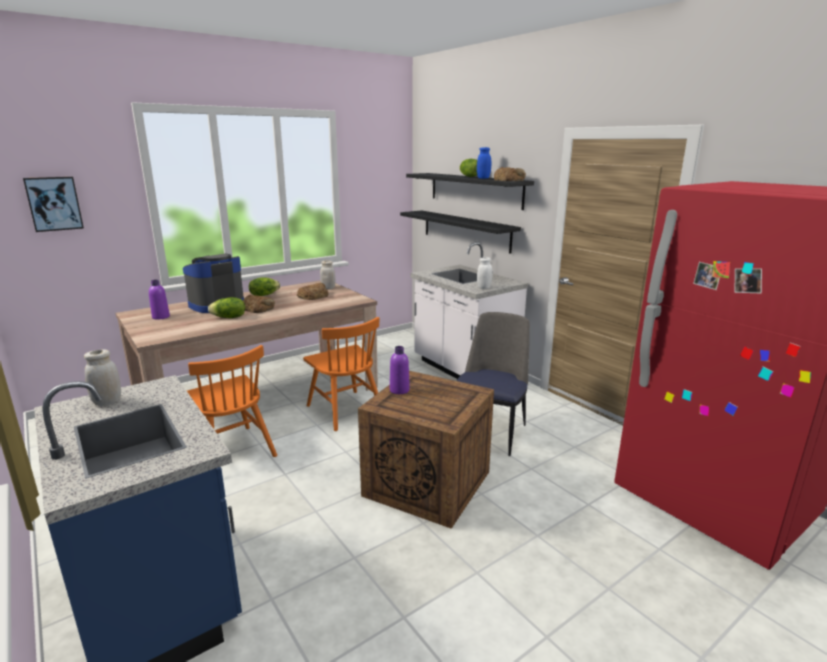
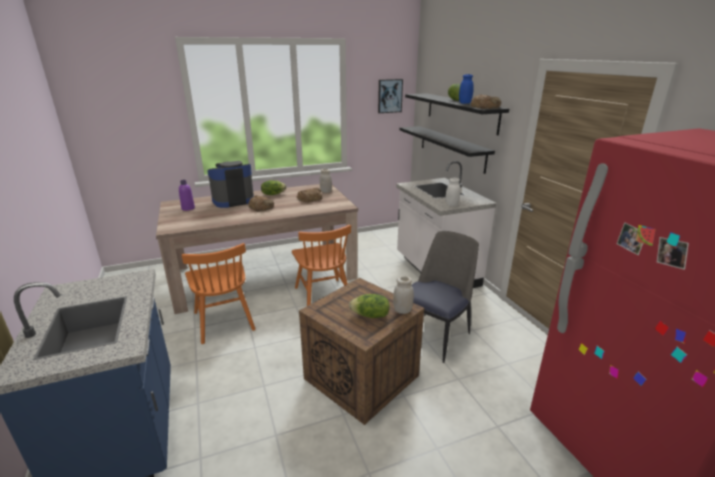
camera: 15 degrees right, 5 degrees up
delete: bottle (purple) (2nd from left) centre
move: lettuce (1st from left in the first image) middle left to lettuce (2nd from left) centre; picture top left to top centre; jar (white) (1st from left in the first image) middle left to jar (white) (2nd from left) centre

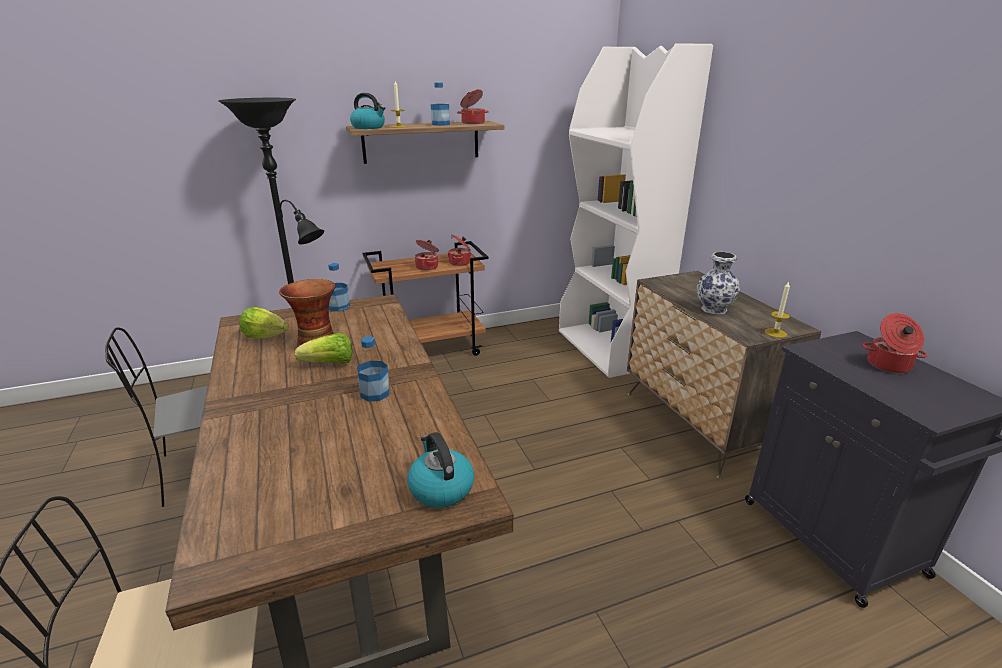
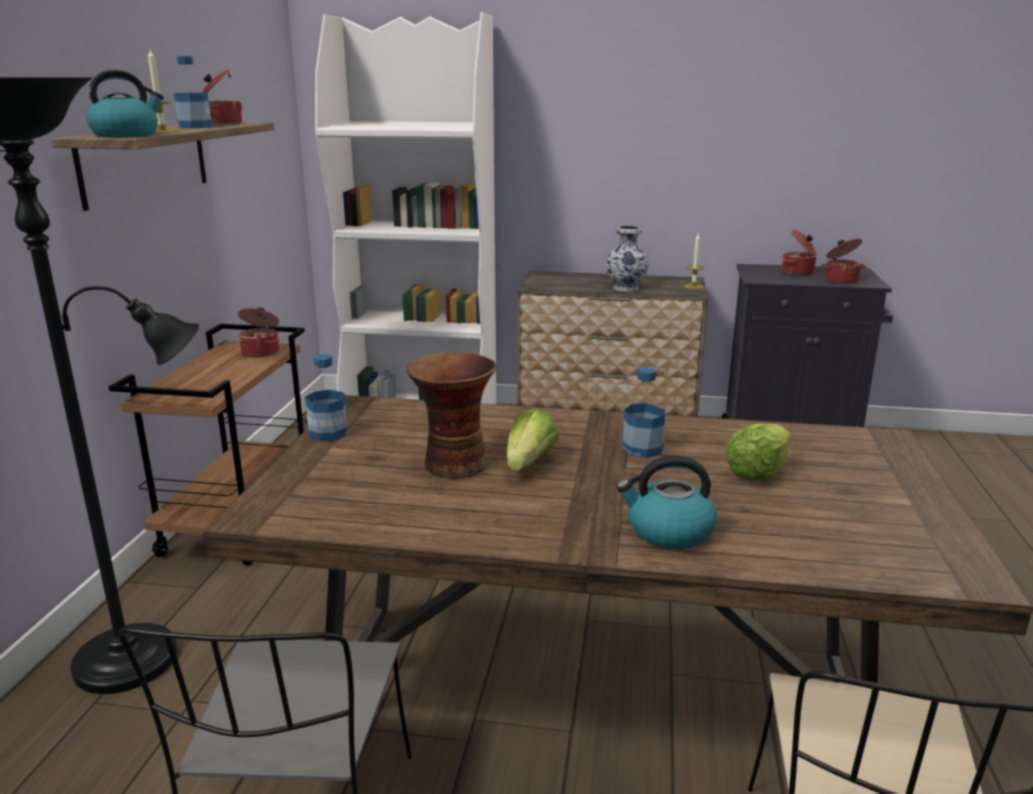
camera: 60 degrees left, 5 degrees down
move: kettle (2nd from left) bottom centre to centre; lettuce (1st from left in the first image) middle left to lettuce (2nd from left) middle right; cooking pot (1st from left in the first image) centre to cooking pot (4th from left) top right

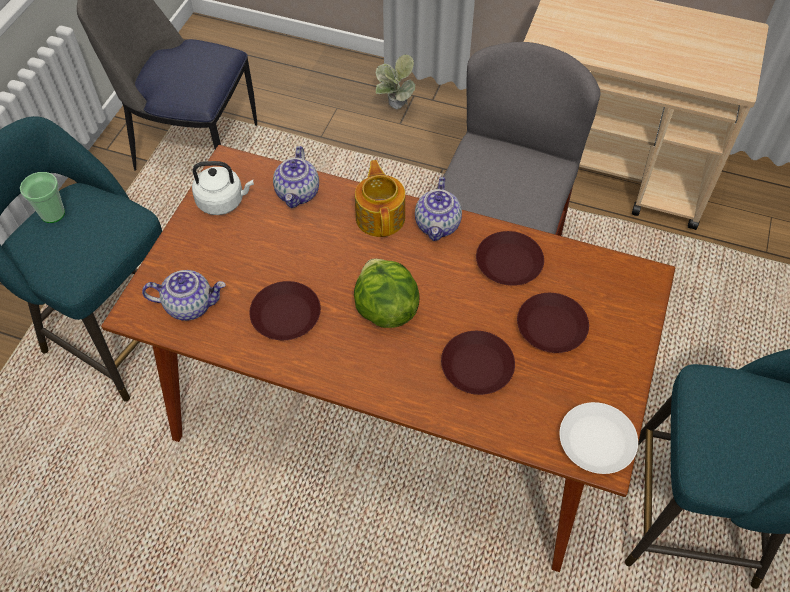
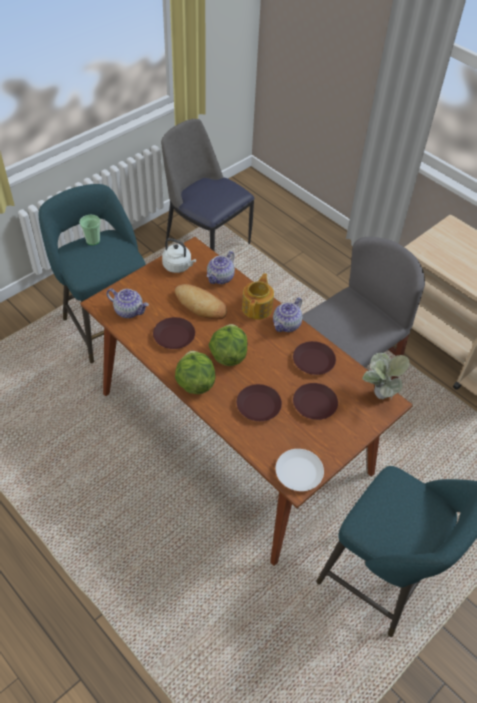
camera: 25 degrees right, 5 degrees down
insert: bread centre; lettuce (1st from left) centre
move: potted plant top centre to middle right

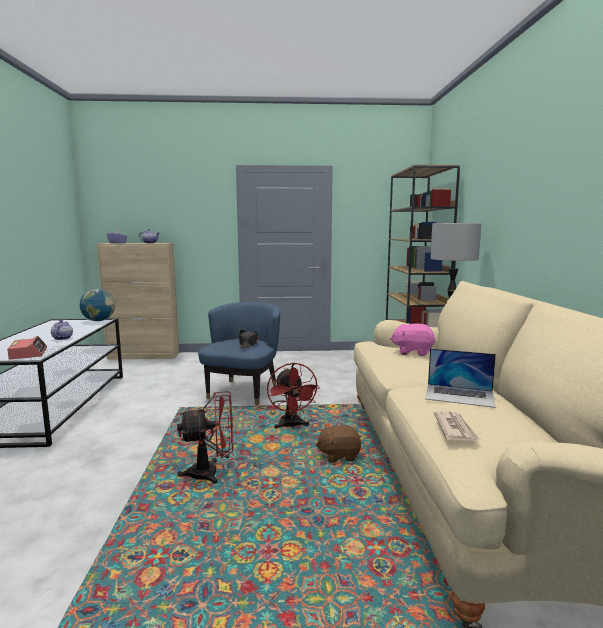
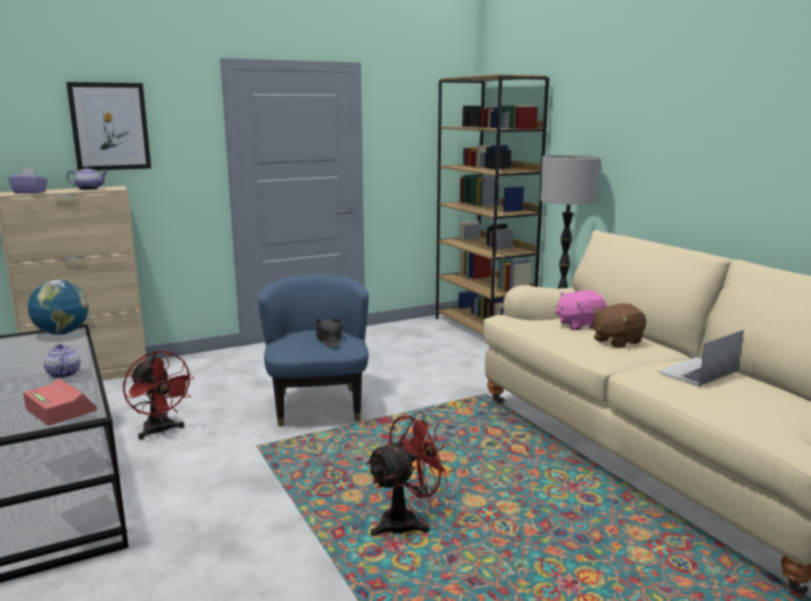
camera: 25 degrees left, 5 degrees up
delete: newspaper bottom right
insert: picture top left
move: fan (red) (2nd from left in the first image) centre to fan (red) (1st from left) middle left; plush toy (brown) bottom centre to middle right
rotate: laptop middle right = middle right 150 degrees clockwise

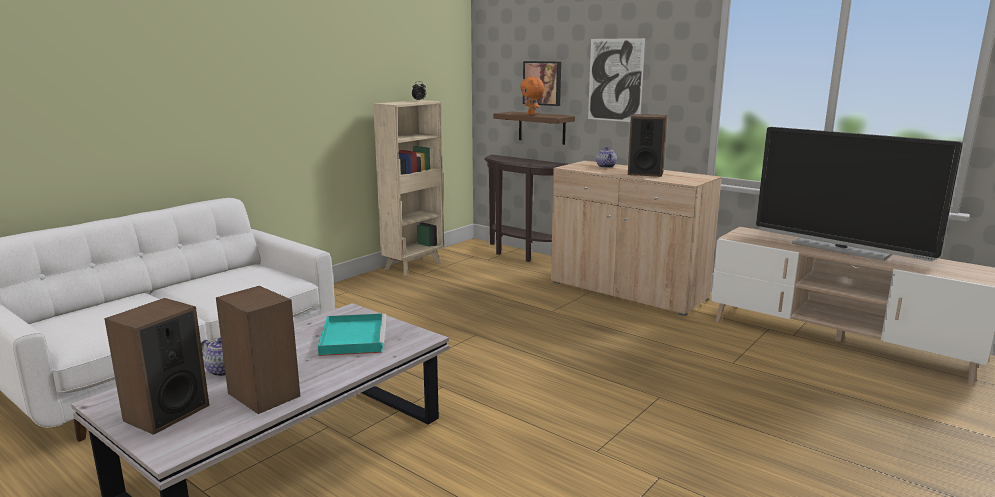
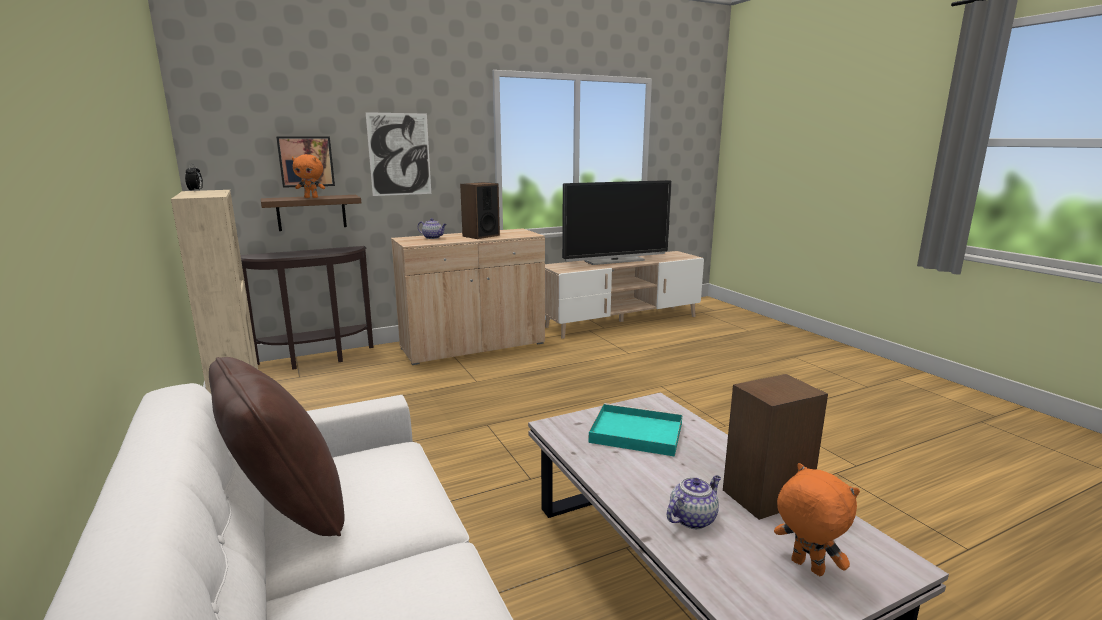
camera: 65 degrees left, 0 degrees up
insert: pillow (brown) bottom left
replace: speaker (1st from left) bottom left to plush toy (orange) (2nd from left) bottom right

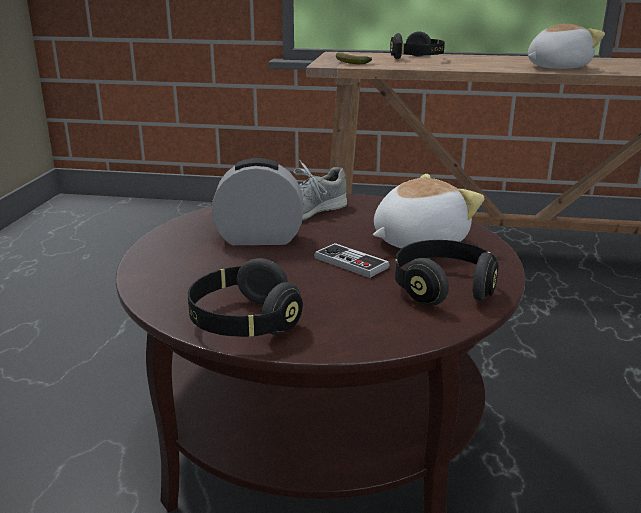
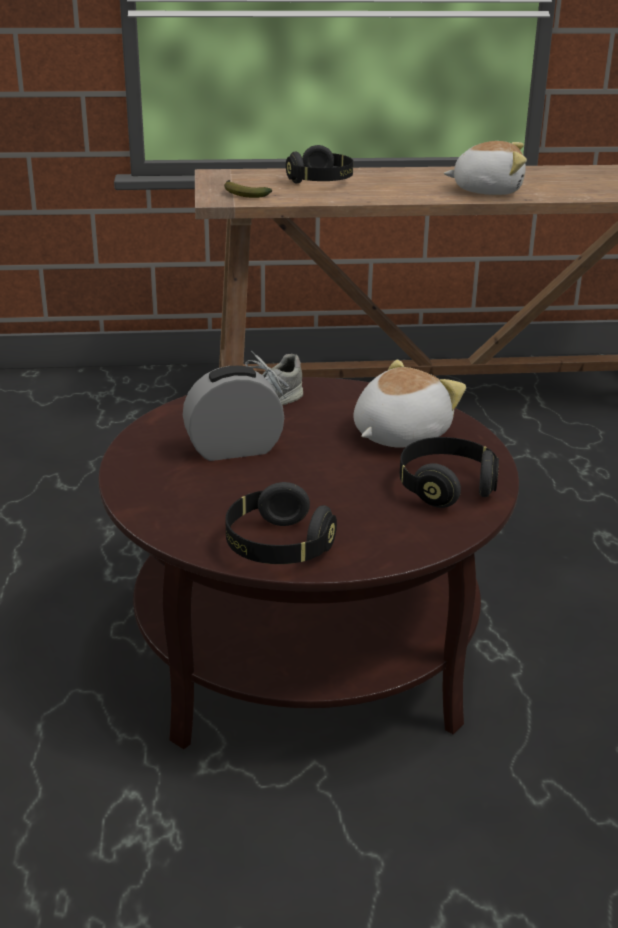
camera: 15 degrees left, 5 degrees up
delete: game controller centre
rotate: plush toy (2nd from left) top right = top right 45 degrees clockwise

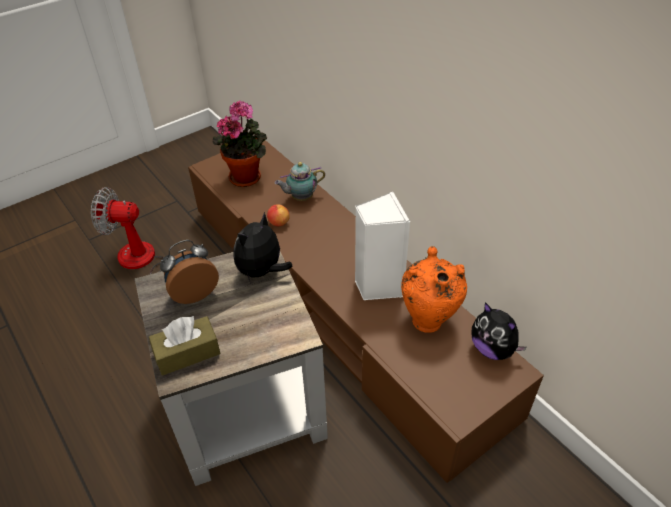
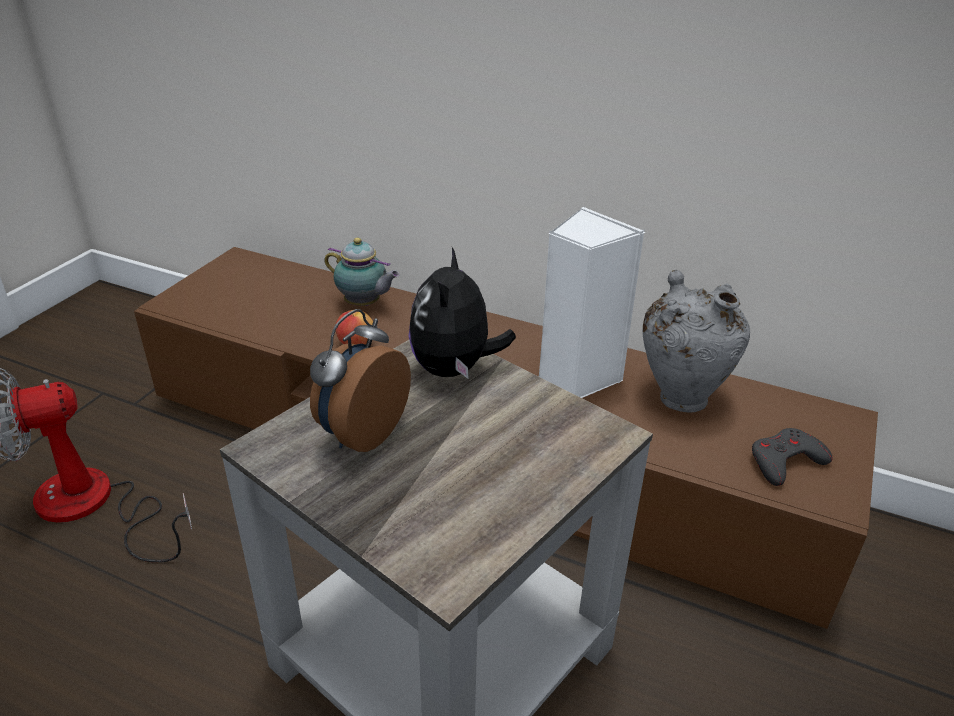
camera: 30 degrees left, 10 degrees down
delete: tissue box (brown) bottom left; potted plant top centre; plush toy (2nd from left) middle right
insert: game controller (grey) middle right
recolor: vase (orange) centre to vase (grey) middle right
rotate: teapot centre = centre 105 degrees counterclockwise

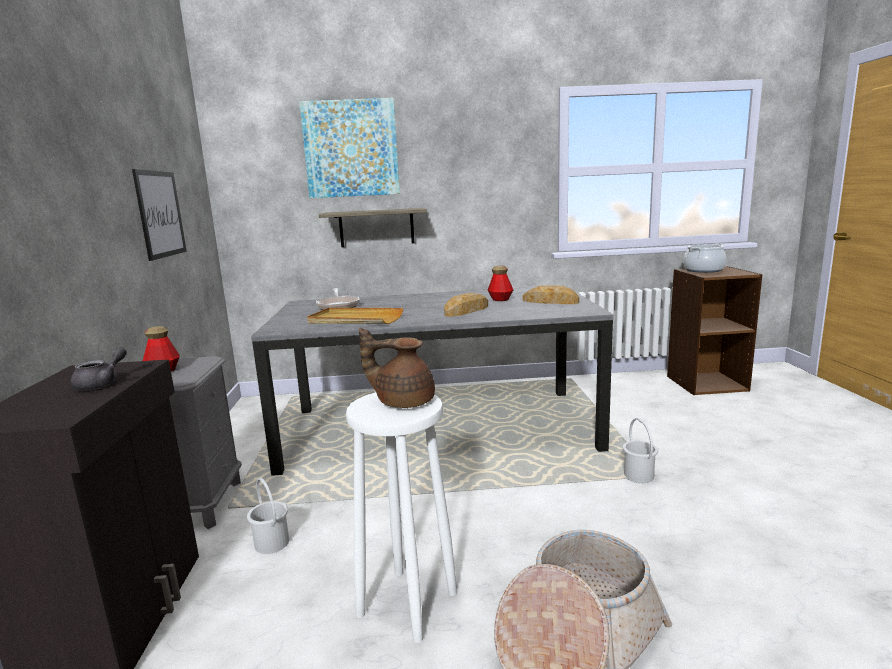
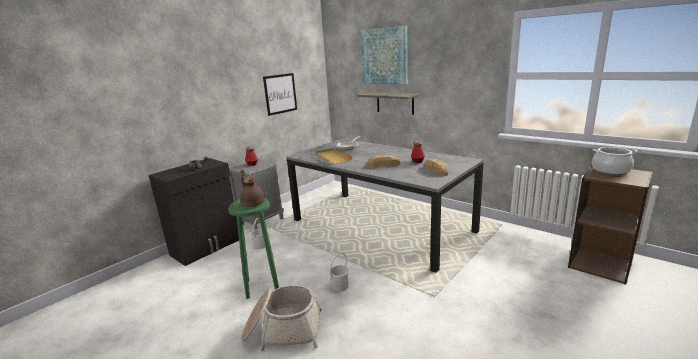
camera: 45 degrees right, 5 degrees up
move: bucket (white) (2nd from left) bottom right to bottom centre
recolor: stool (white) bottom centre to stool (green) bottom centre

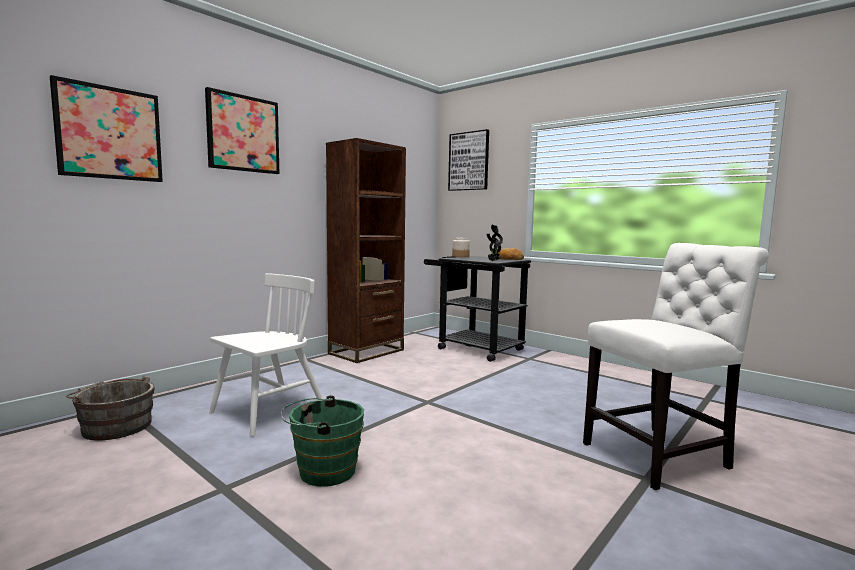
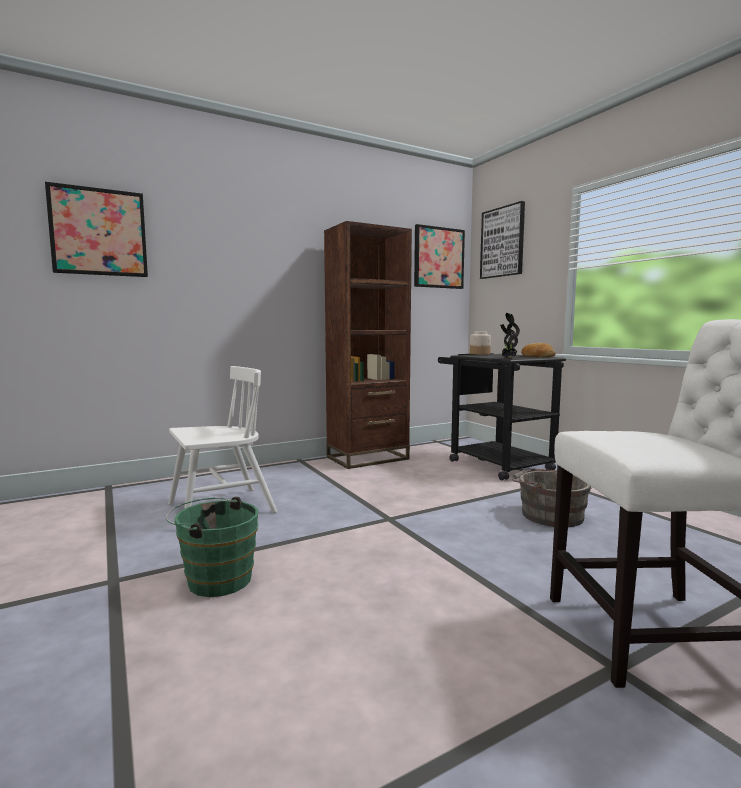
camera: 20 degrees right, 0 degrees up
move: picture (2nd from left) top left to top centre; bucket (grey) bottom left to middle right

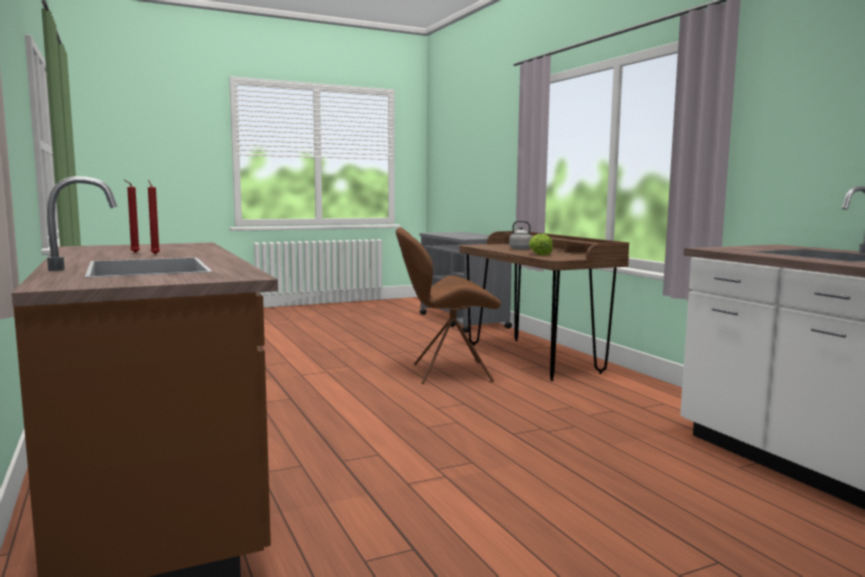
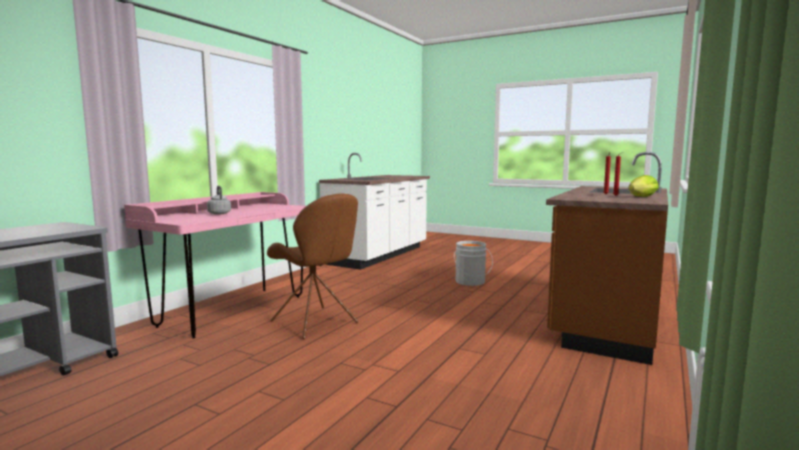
camera: 125 degrees left, 0 degrees up
insert: bucket (grey) centre
move: lettuce centre to middle right
recolor: desk (brown) centre to desk (pink) middle left

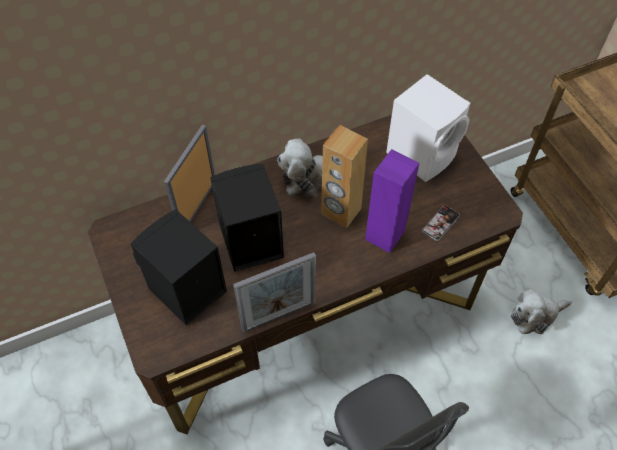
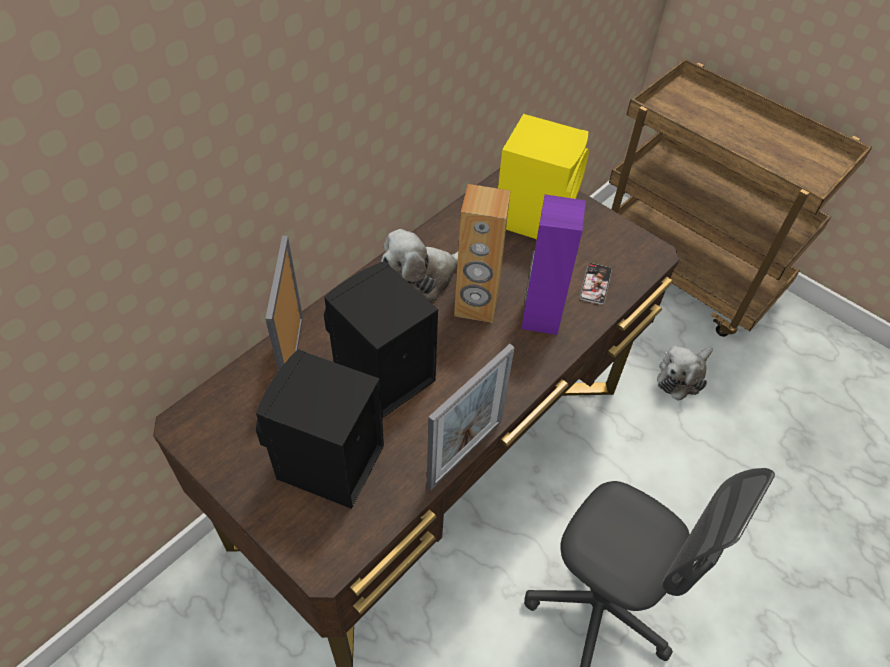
camera: 25 degrees left, 5 degrees down
recolor: speaker (white) top right to speaker (yellow) top centre

